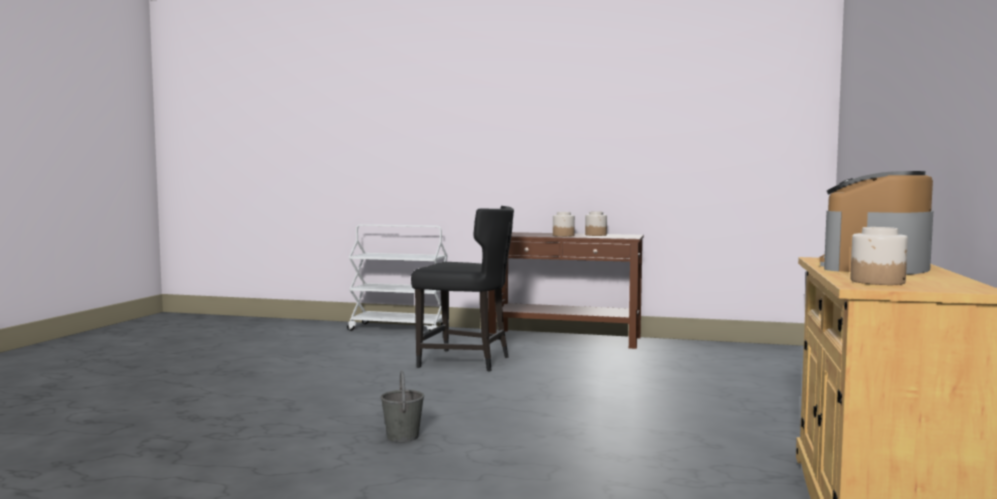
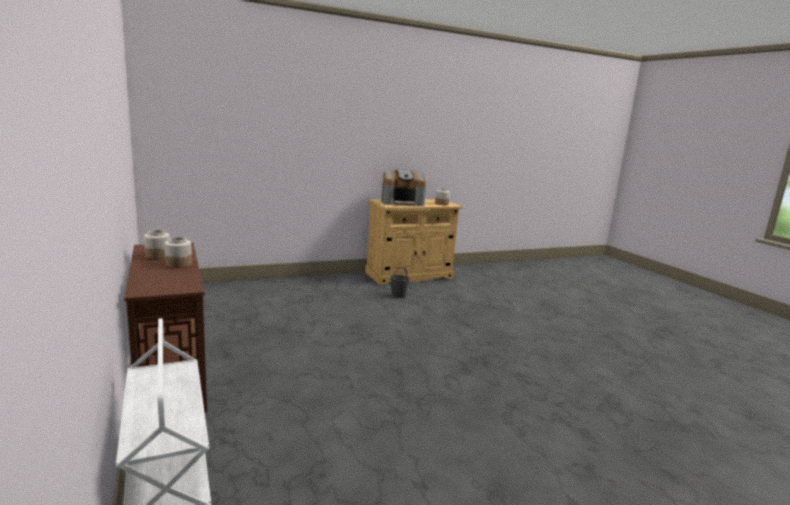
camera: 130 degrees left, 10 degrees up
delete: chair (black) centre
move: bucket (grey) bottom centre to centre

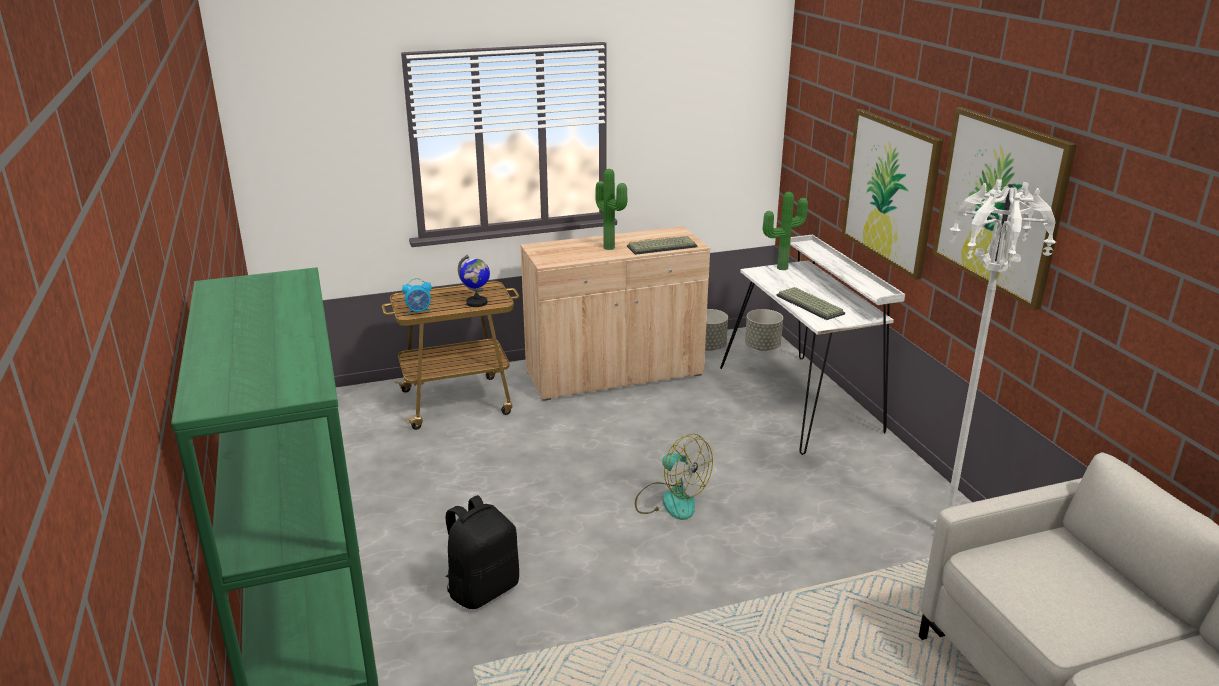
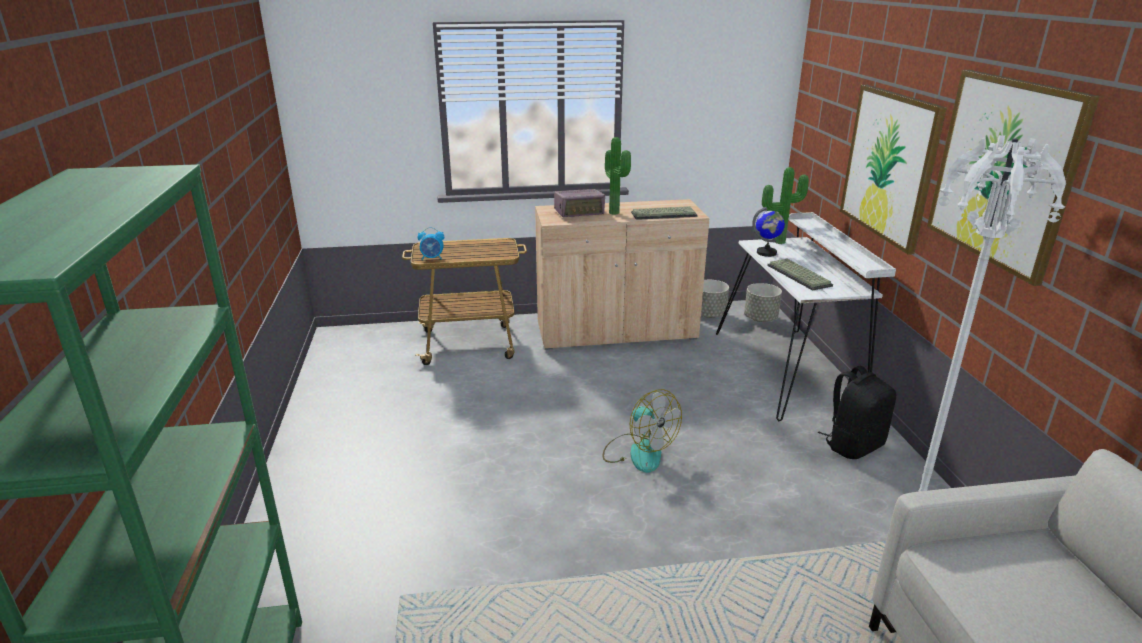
camera: 10 degrees right, 0 degrees up
insert: radio top centre
move: globe centre to middle right; backpack (black) bottom centre to middle right

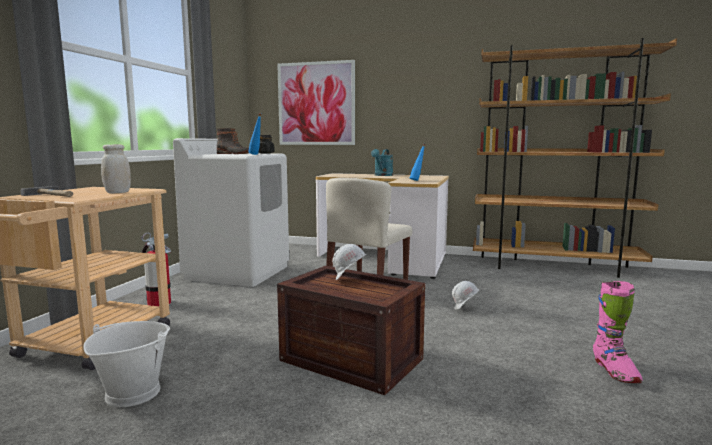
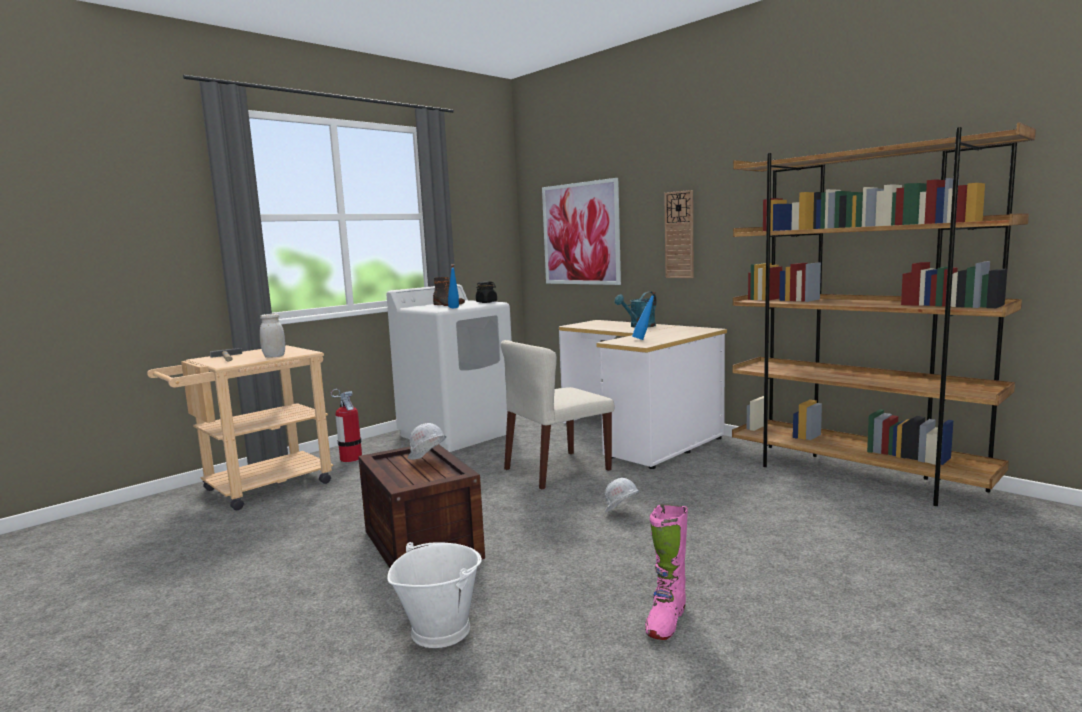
camera: 30 degrees right, 0 degrees up
insert: wall clock top centre
move: bucket (white) bottom left to bottom centre

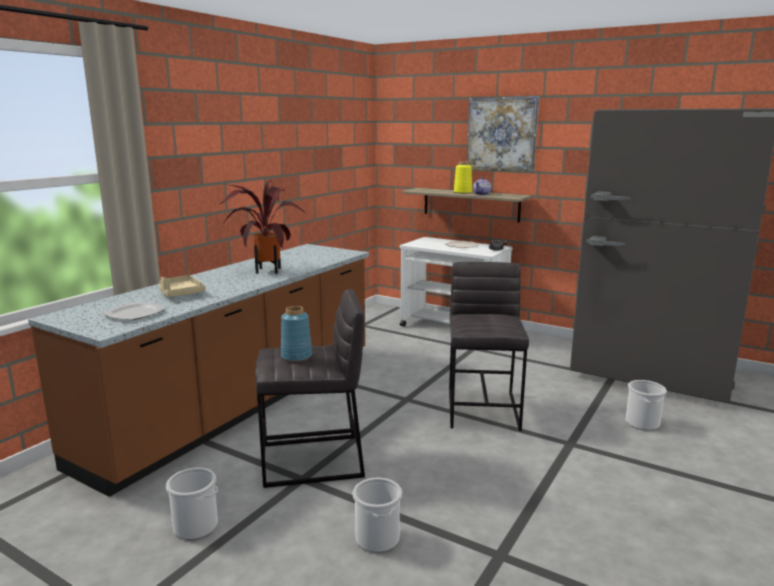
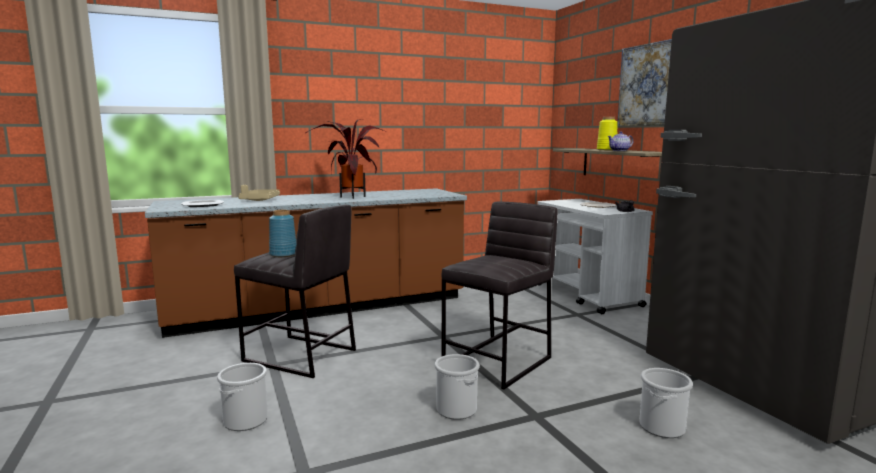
camera: 35 degrees right, 5 degrees down
move: bucket (1st from left in the first image) bottom left to bucket (2nd from left) bottom centre

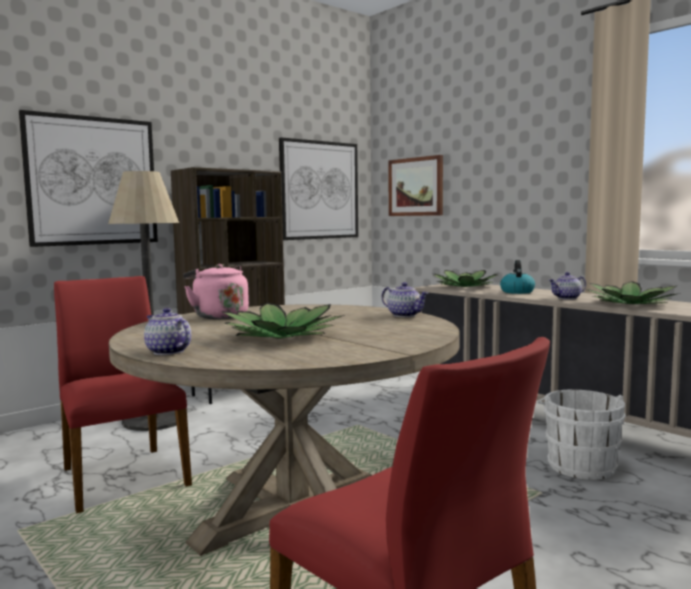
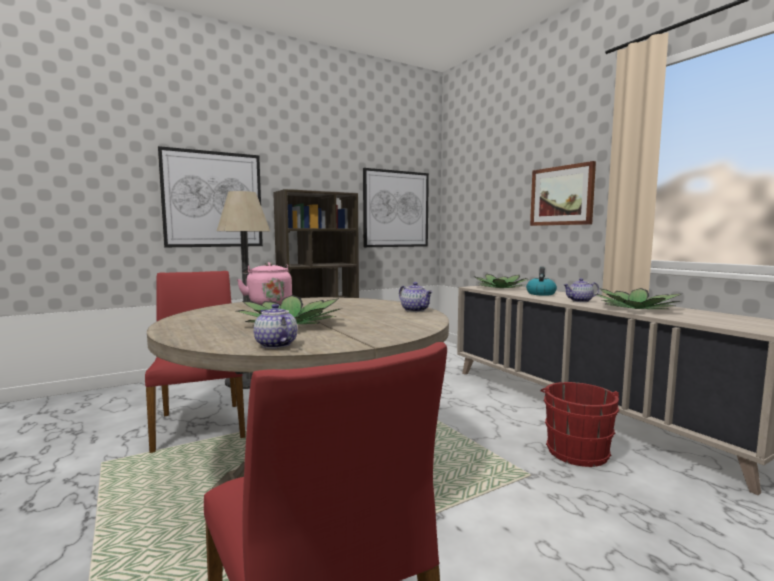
camera: 10 degrees right, 0 degrees up
move: teapot (1st from left) middle left to centre; picture (3rd from left) top centre to top right
recolor: bucket (white) bottom right to bucket (red) bottom right

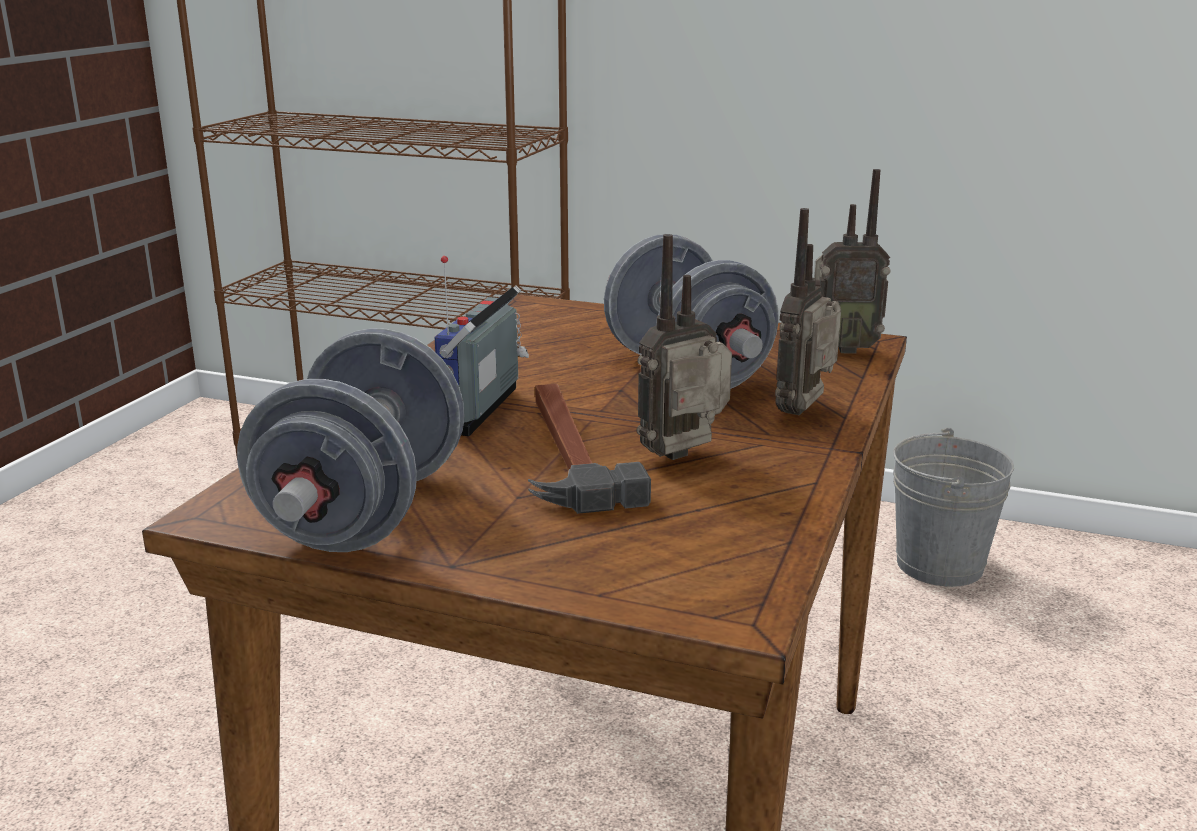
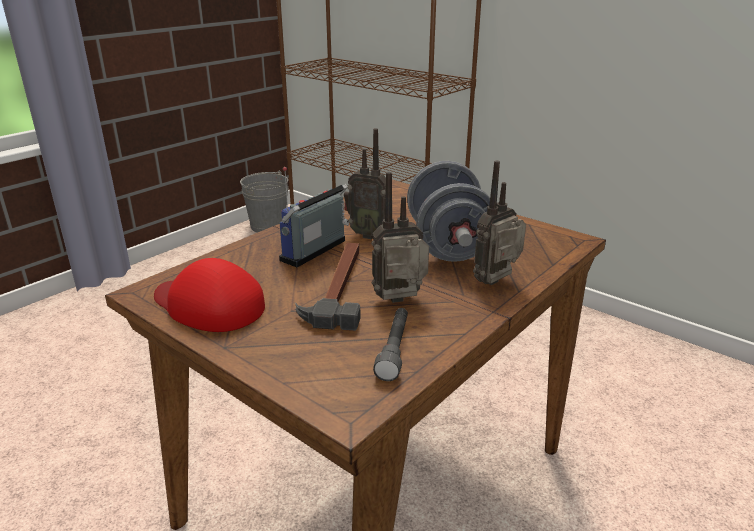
camera: 20 degrees right, 5 degrees up
insert: flashlight (grey) centre
move: bucket (grey) middle right to centre; radio (4th from left in the first image) top right to radio (2nd from left) centre
replace: dumbbell (grey) (1st from left) middle left to cap (red) middle left

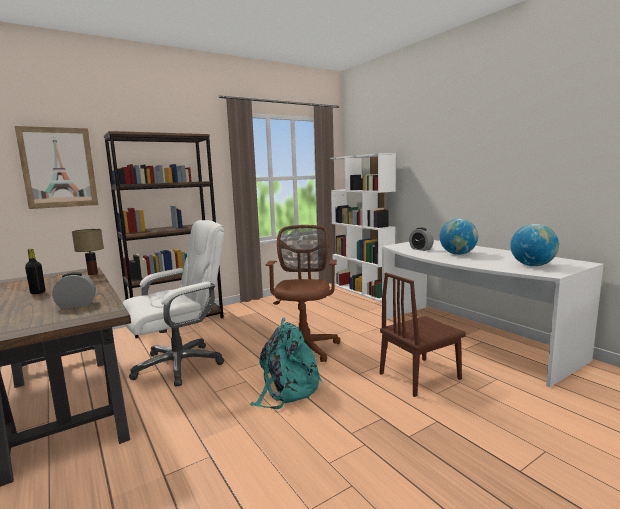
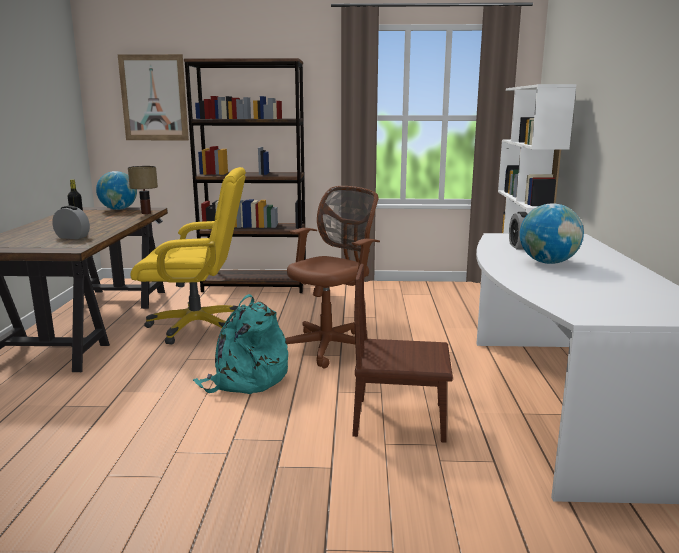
camera: 35 degrees right, 5 degrees up
move: globe (2nd from left in the first image) middle right to globe (1st from left) middle left
recolor: office chair (white) middle left to office chair (yellow) middle left

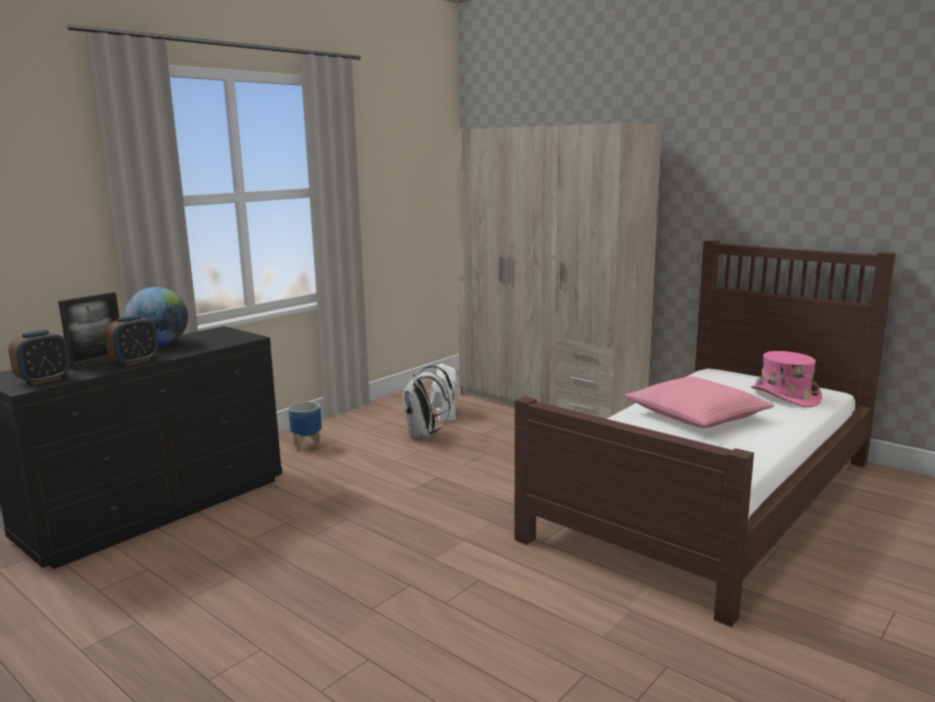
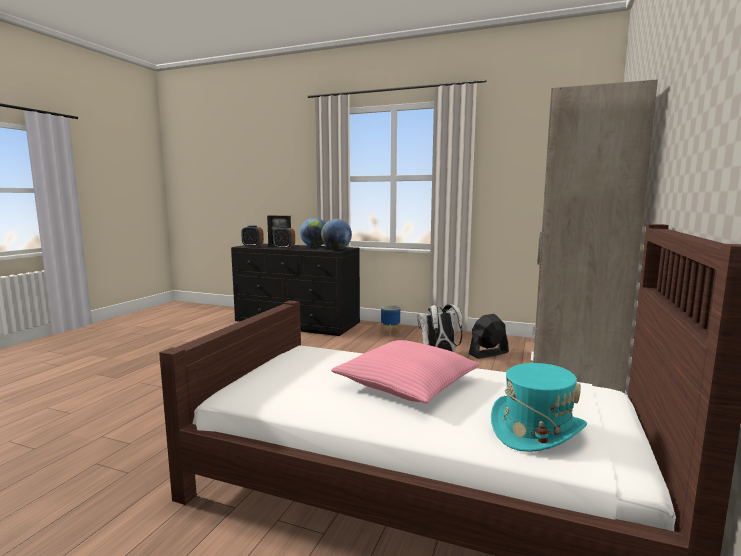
camera: 70 degrees right, 5 degrees down
insert: globe (2nd from left) centre
recolor: fan (white) centre to fan (black) centre; hat (pink) middle right to hat (turquoise) bottom right

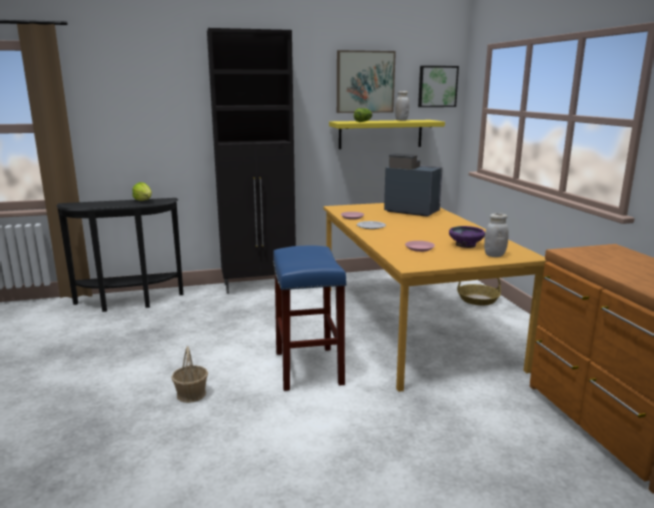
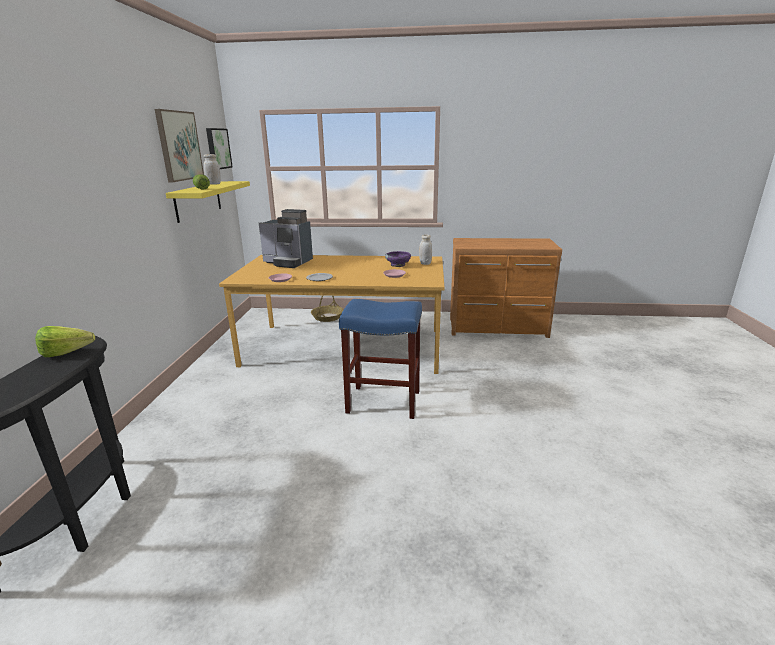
camera: 70 degrees left, 5 degrees up
delete: basket (1st from left) bottom left; cabinet (black) top centre
rotate: coffee machine centre = centre 120 degrees counterclockwise

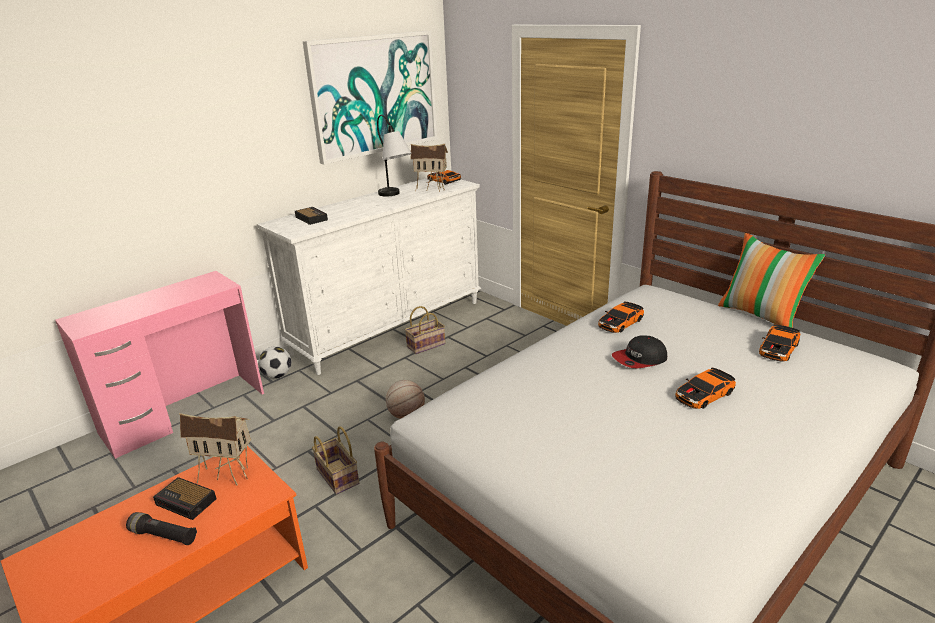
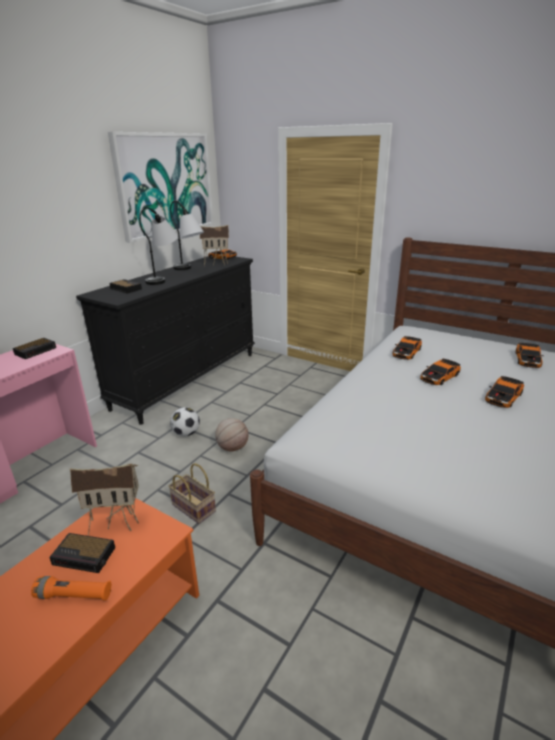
camera: 15 degrees left, 0 degrees up
delete: basket (2nd from left) centre; pillow middle right
insert: alarm clock (1st from left) middle left; table lamp (1st from left) top left
move: football middle left to centre
replace: cap middle right to toy car (3rd from left) middle right
recolor: flashlight (black) bottom left to flashlight (orange) bottom left; dresser (white) centre to dresser (black) middle left

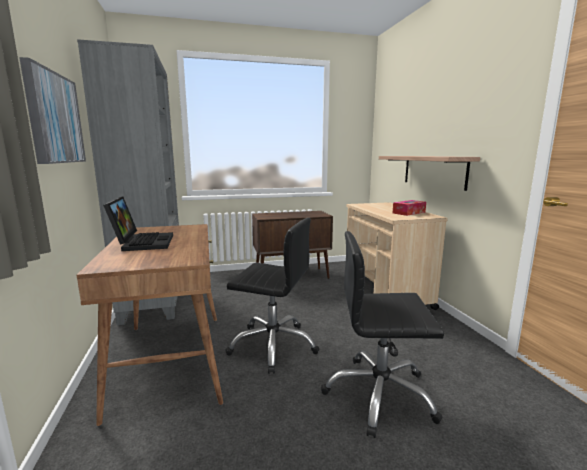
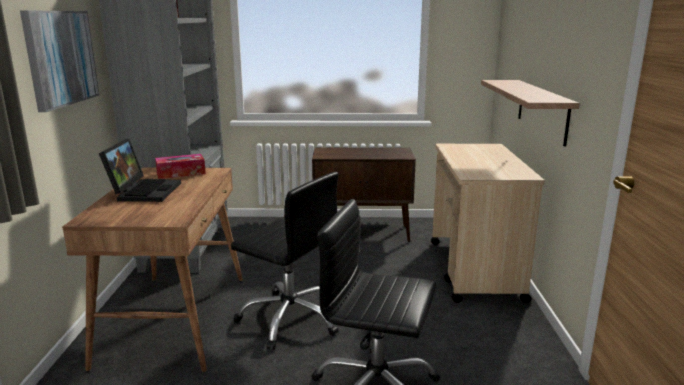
camera: 15 degrees right, 5 degrees up
move: tissue box middle right to middle left

